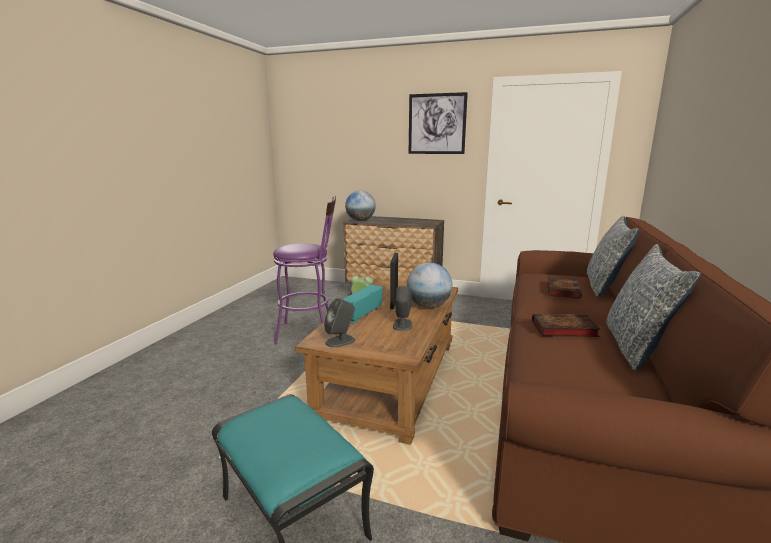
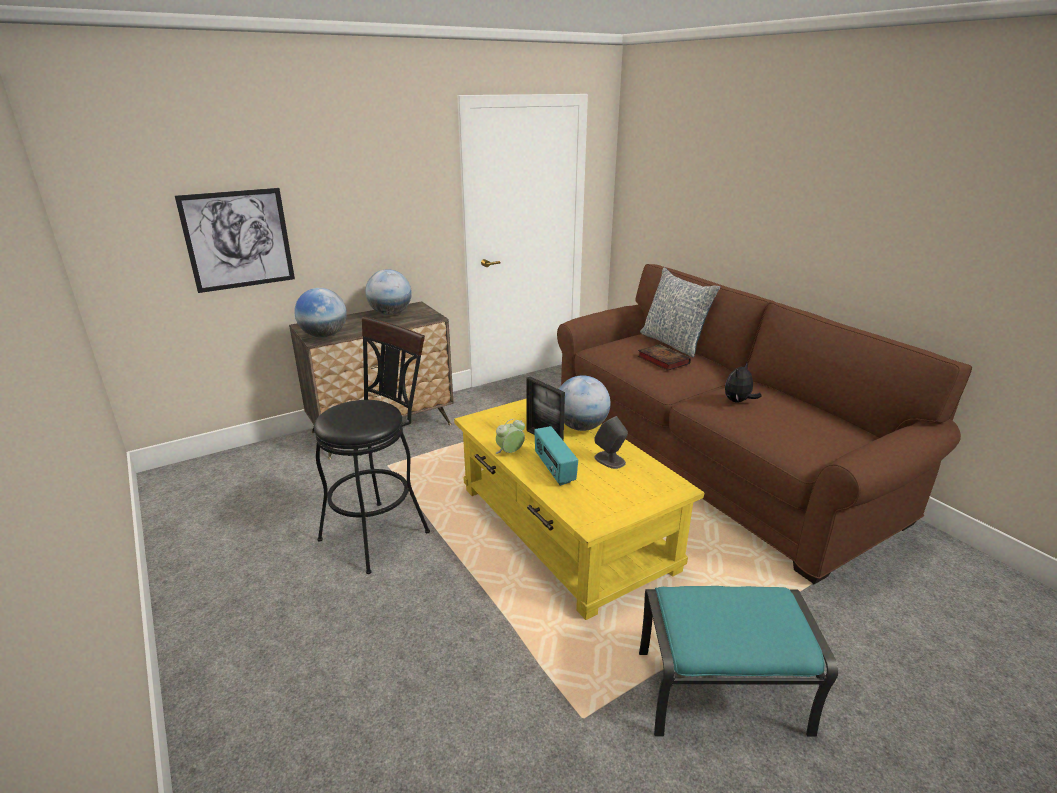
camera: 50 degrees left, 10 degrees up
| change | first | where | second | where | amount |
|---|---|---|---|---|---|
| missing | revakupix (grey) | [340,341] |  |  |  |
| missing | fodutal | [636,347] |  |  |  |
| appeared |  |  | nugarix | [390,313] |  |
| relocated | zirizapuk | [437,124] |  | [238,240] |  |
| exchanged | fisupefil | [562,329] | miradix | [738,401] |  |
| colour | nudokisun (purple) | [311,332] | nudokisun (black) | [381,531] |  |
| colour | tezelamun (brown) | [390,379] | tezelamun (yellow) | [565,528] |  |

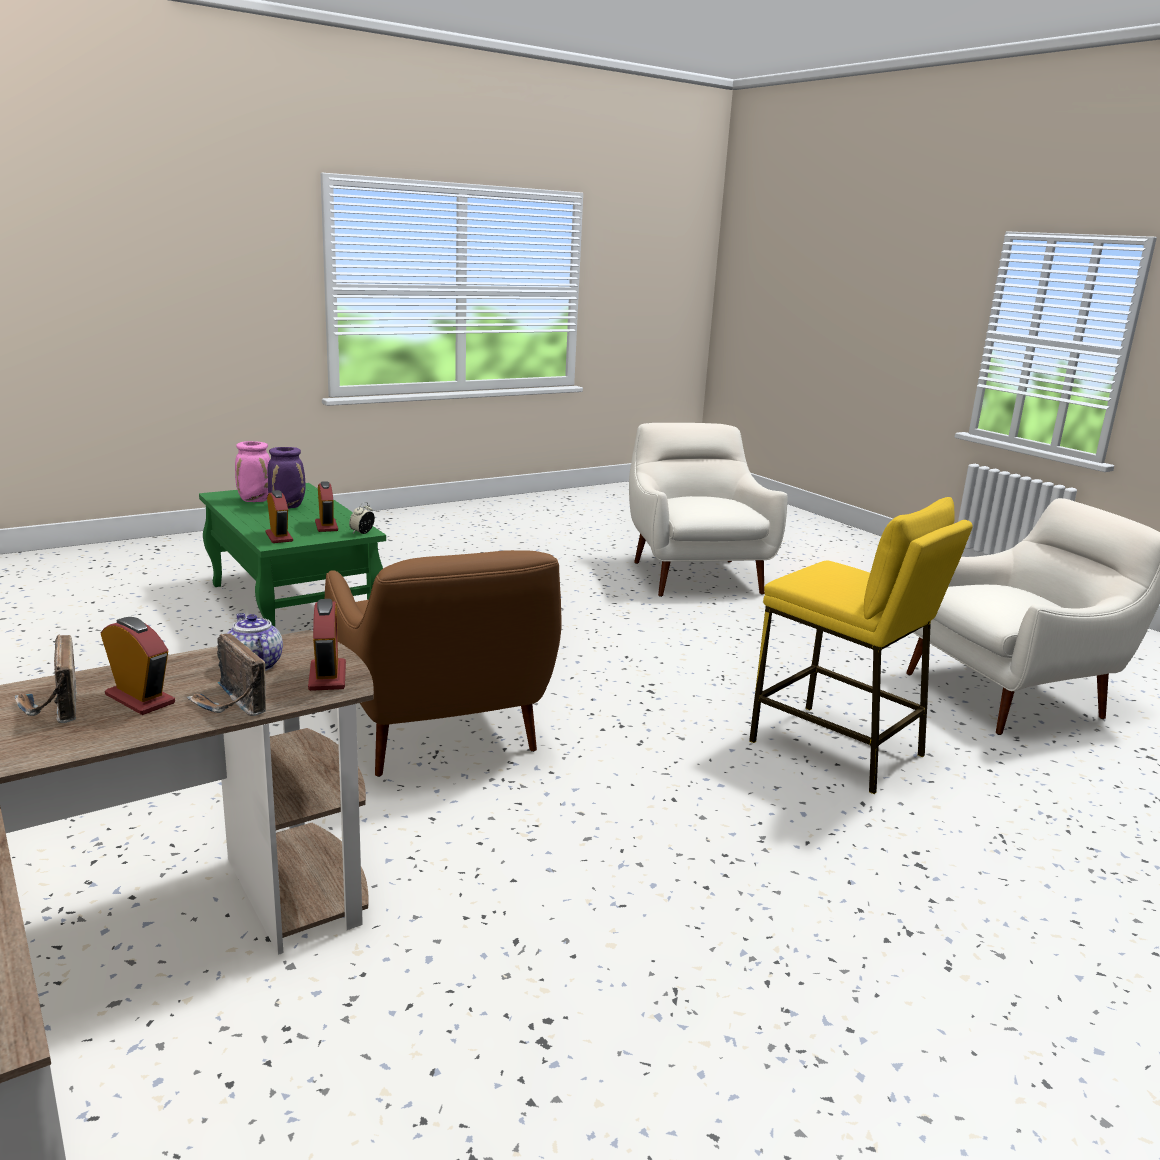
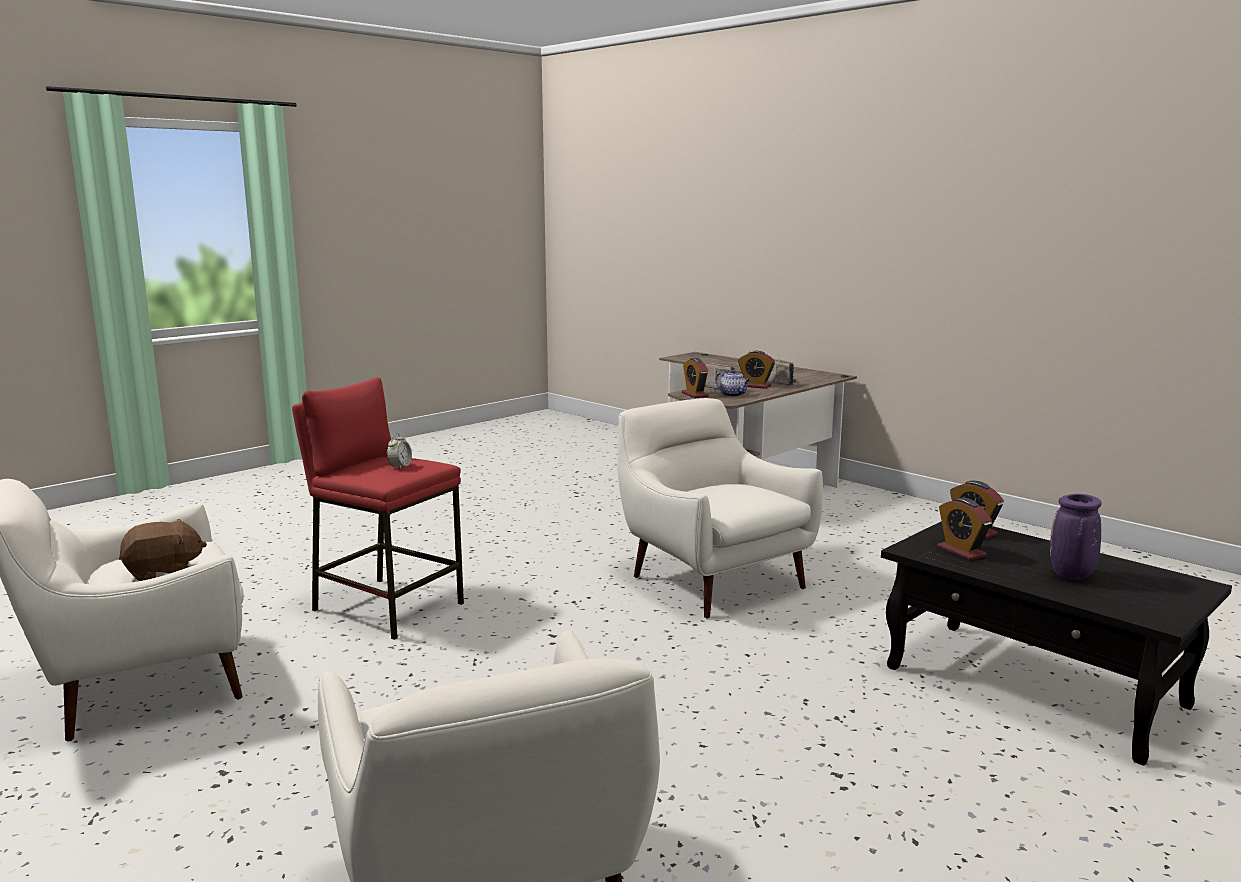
camera: 170 degrees right, 5 degrees down
| change | first | where | second | where | amount |
|---|---|---|---|---|---|
| missing | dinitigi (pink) | [256,500] |  |  |  |
| appeared |  |  | miradix (brown) | [164,573] |  |
| relocated | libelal | [362,532] |  | [400,466] |  |
| colour | tezelamun (green) | [291,606] | tezelamun (black) | [1036,687] |  |
| colour | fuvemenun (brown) | [441,733] | fuvemenun (white) | [712,579] |  |
| colour | nudokisun (yellow) | [837,748] | nudokisun (red) | [387,606] |  |

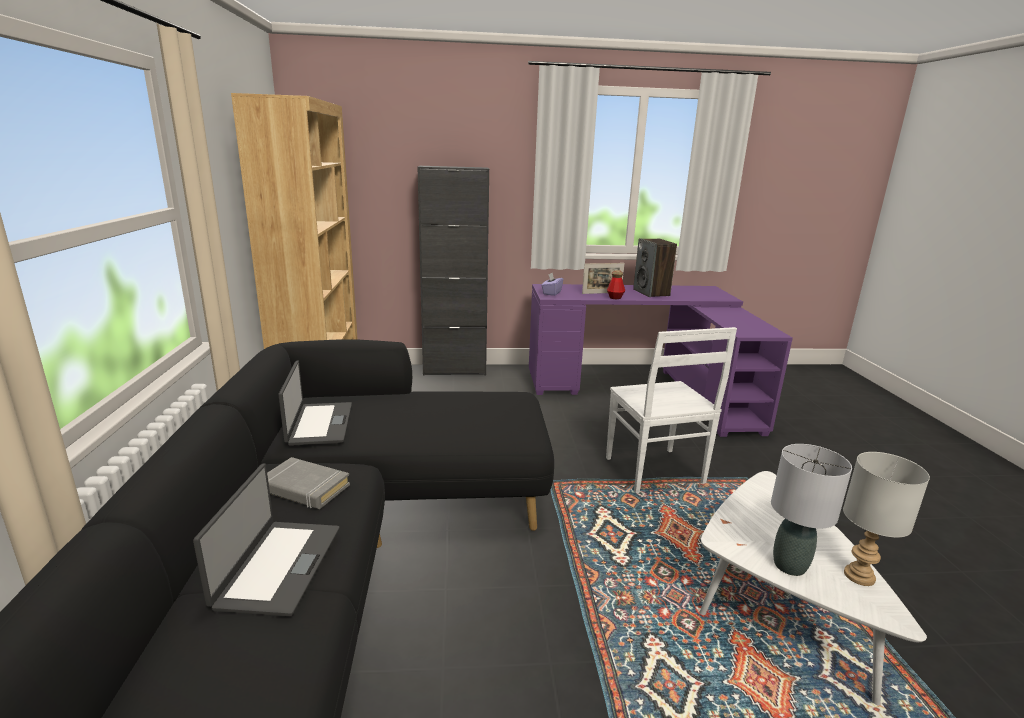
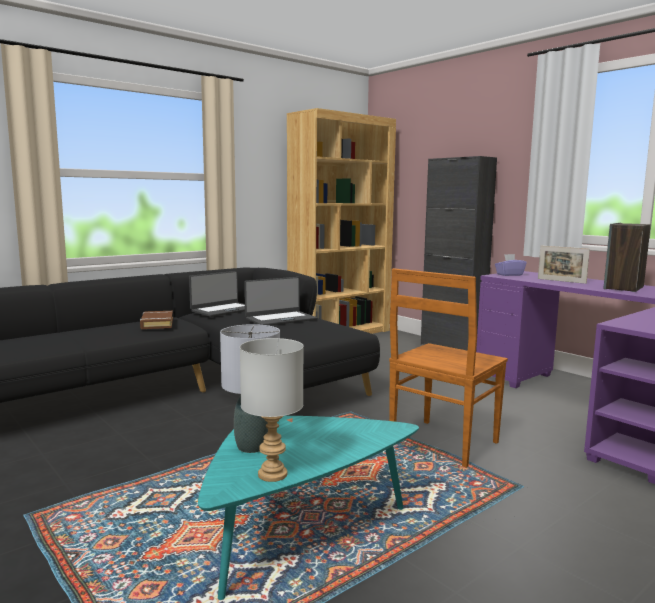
camera: 55 degrees right, 10 degrees down
| change | first | where | second | where | amount |
|---|---|---|---|---|---|
| missing | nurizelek | [615,297] |  |  |  |
| relocated | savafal | [277,566] |  | [280,319] |  |
| colour | fisupefil (grey) | [304,488] | fisupefil (brown) | [157,323] |  |
| colour | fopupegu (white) | [655,472] | fopupegu (brown) | [442,444] |  |
| colour | tezelamun (white) | [773,610] | tezelamun (turquoise) | [299,531] |  |

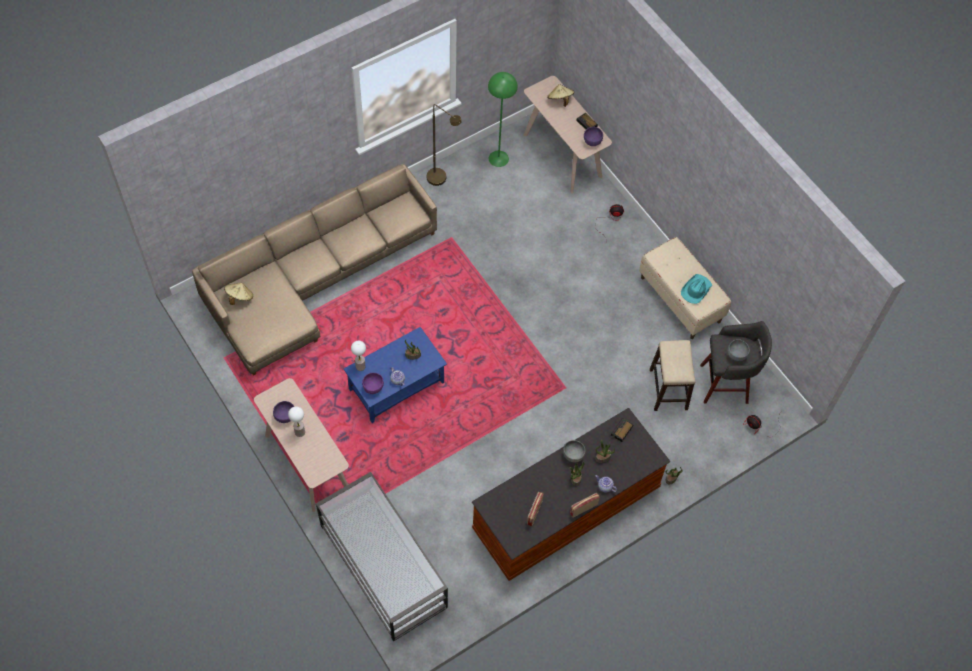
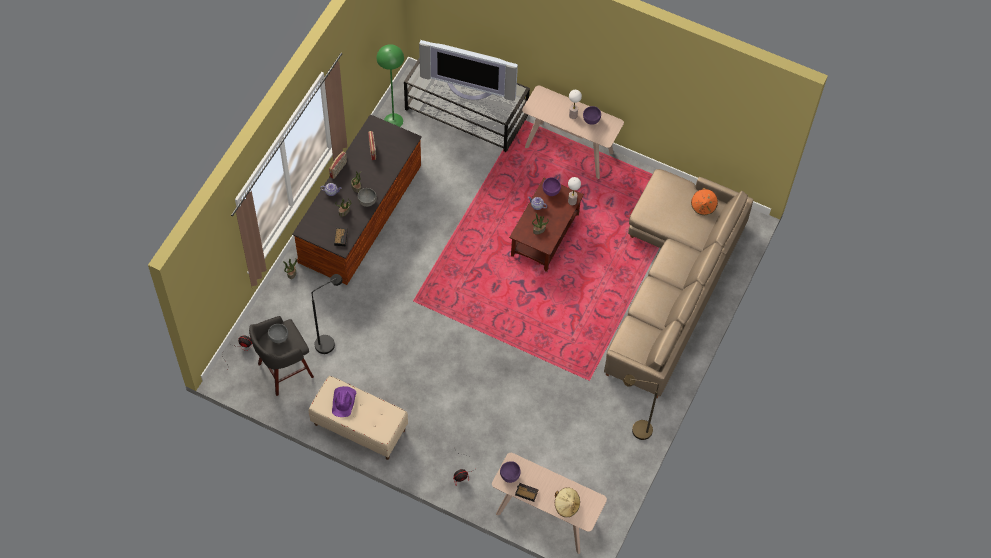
camera: 150 degrees right, 0 degrees up
| change | first | where | second | where | amount |
|---|---|---|---|---|---|
| appeared |  |  | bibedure | [470,86] |  |
| relocated | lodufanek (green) | [498,158] |  | [393,121] |  |
| exchanged | nudokisun | [668,390] | lodufanek (black) | [329,341] |  |
| colour | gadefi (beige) | [239,297] | gadefi (orange) | [703,206] |  |
| colour | tezelamun (blue) | [397,385] | tezelamun (brown) | [545,235] |  |
| colour | gadefi (turquoise) | [696,290] | gadefi (purple) | [344,402] |  |

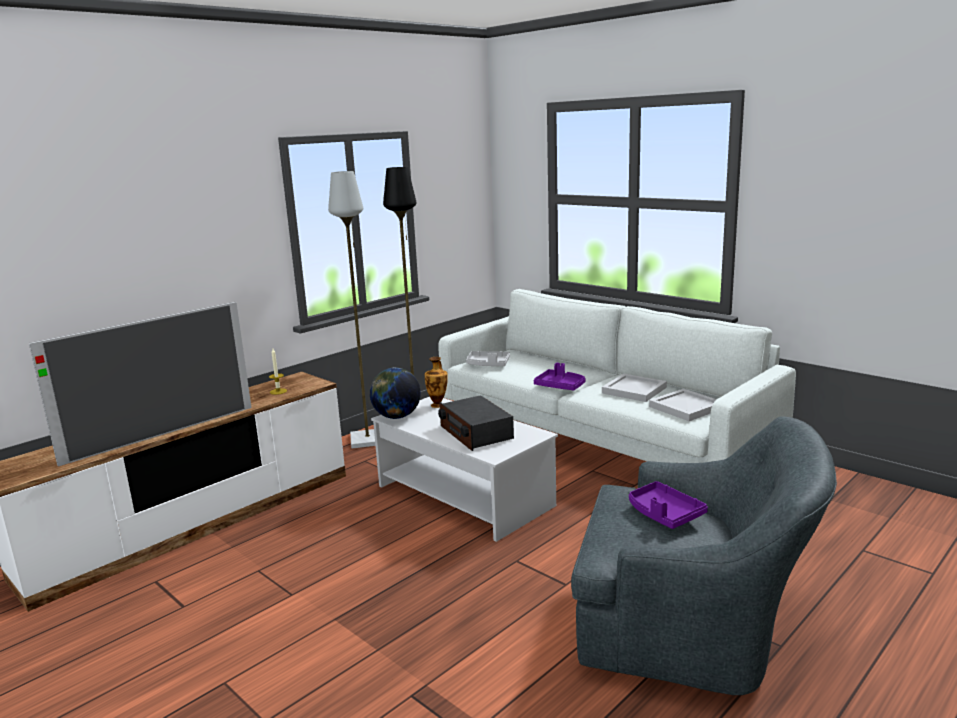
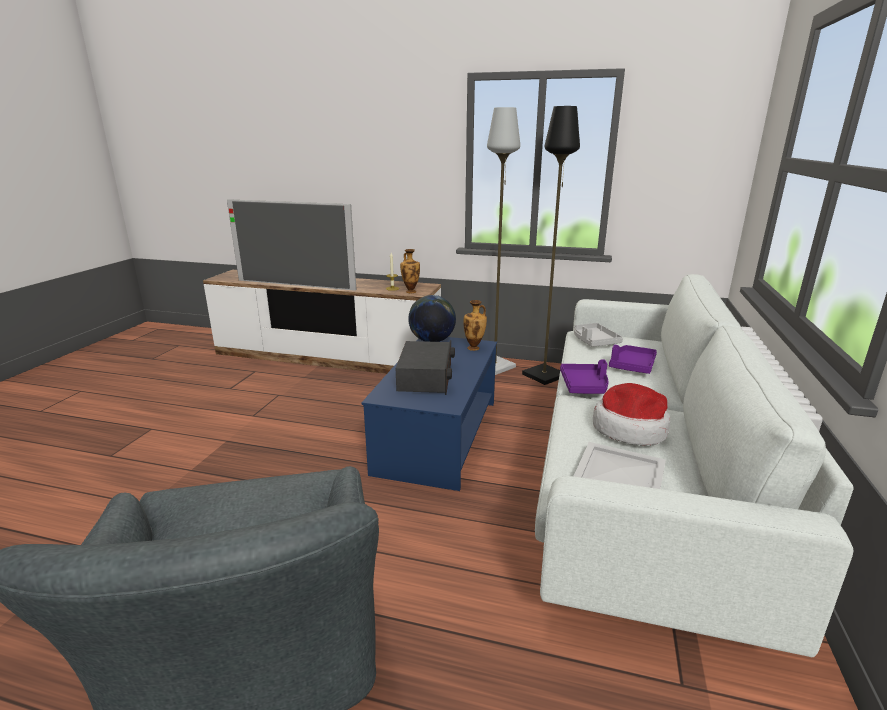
camera: 60 degrees right, 5 degrees up
| change | first | where | second | where | amount |
|---|---|---|---|---|---|
| appeared |  |  | dinitigi | [410,291] |  |
| relocated | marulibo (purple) | [664,514] |  | [632,366] |  |
| exchanged | marulibo (white) | [633,390] | gadefi | [630,429] |  |
| colour | tezelamun (white) | [465,496] | tezelamun (blue) | [438,436] |  |
| spun | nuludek | [475,433] |  | [426,377] | 150 degrees clockwise |

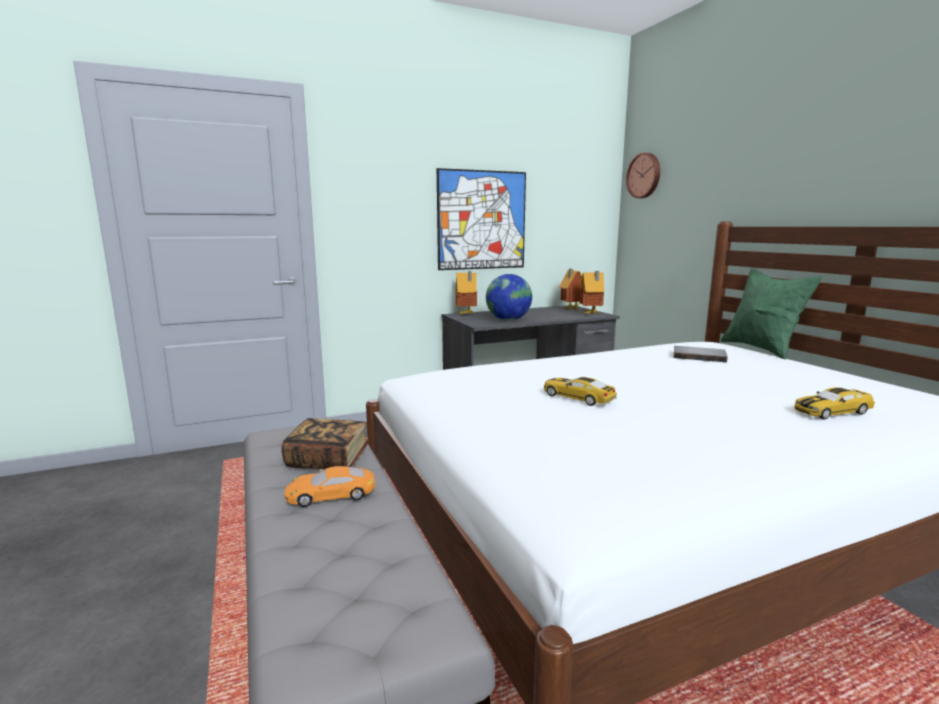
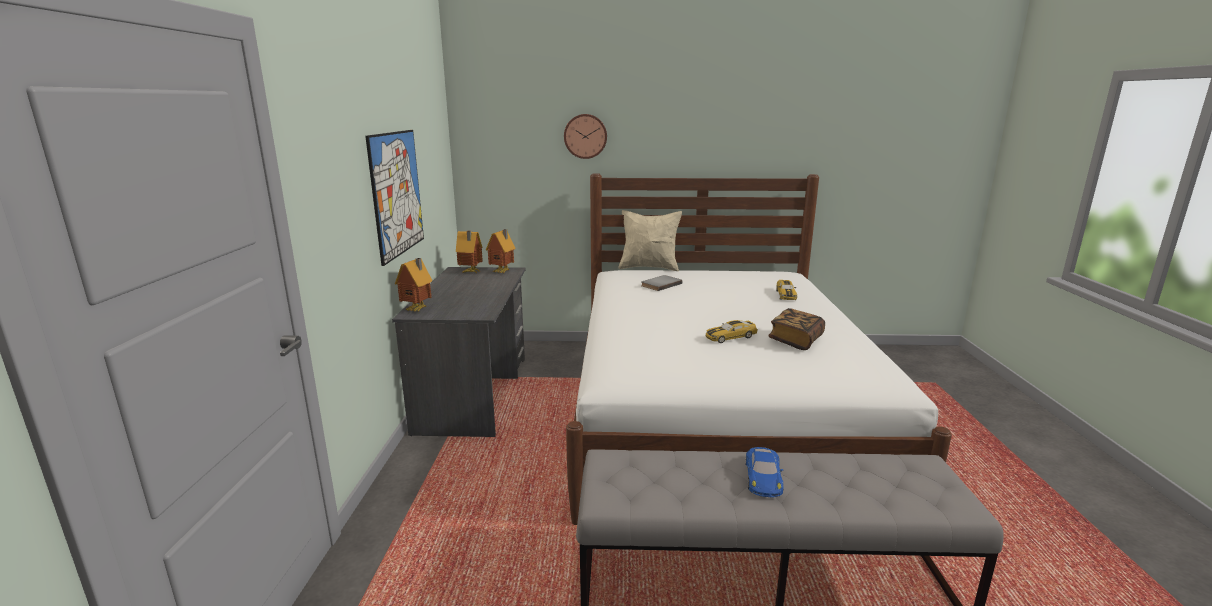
camera: 65 degrees left, 5 degrees up
| change | first | where | second | where | amount |
|---|---|---|---|---|---|
| missing | nugarix | [508,320] |  |  |  |
| relocated | fisupefil | [328,460] |  | [795,340] |  |
| relocated | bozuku | [644,175] |  | [585,136] |  |
| colour | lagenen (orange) | [331,494] | lagenen (blue) | [763,477] |  |
| colour | fodutal (green) | [761,349] | fodutal (beige) | [649,267] |  |

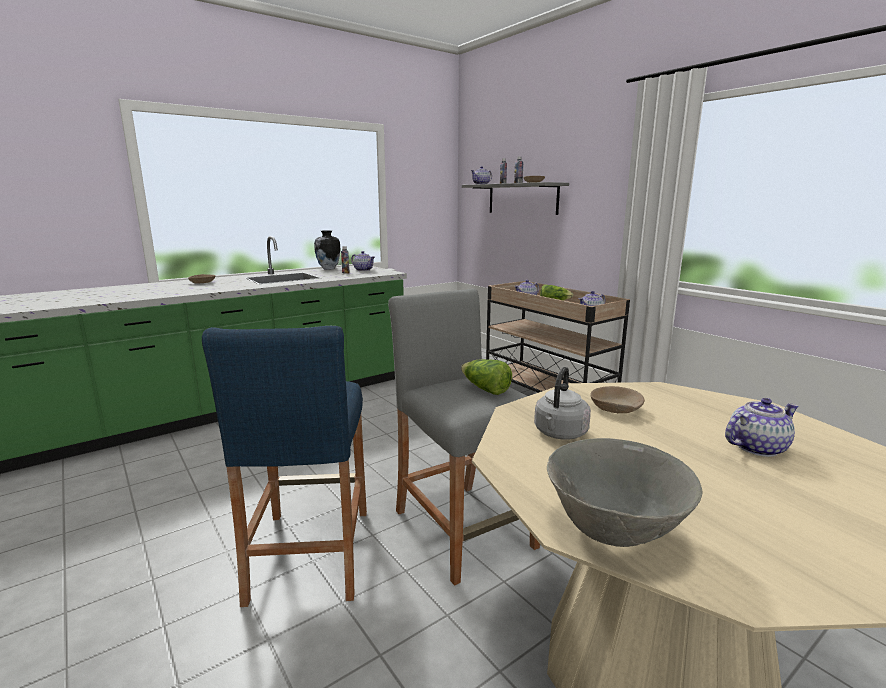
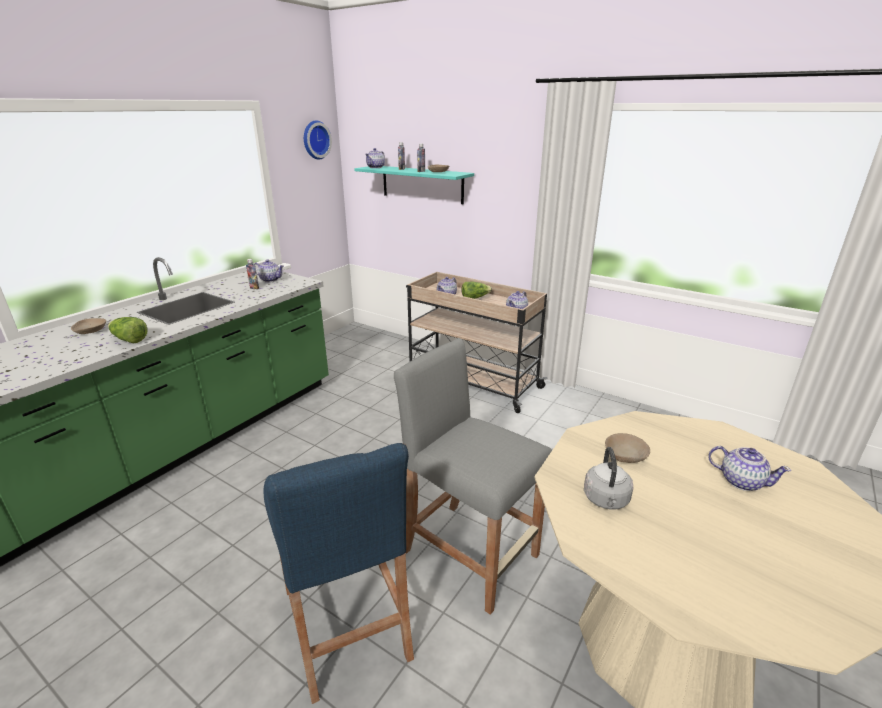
camera: 20 degrees left, 10 degrees up
| change | first | where | second | where | amount |
|---|---|---|---|---|---|
| missing | dinitigi | [328,269] |  |  |  |
| missing | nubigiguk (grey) | [614,531] |  |  |  |
| appeared |  |  | bozuku | [315,140] |  |
| relocated | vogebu | [485,389] |  | [129,340] |  |
| colour | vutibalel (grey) | [522,199] | vutibalel (turquoise) | [422,184] |  |
| spun | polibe | [756,447] |  | [741,481] | 75 degrees clockwise |

